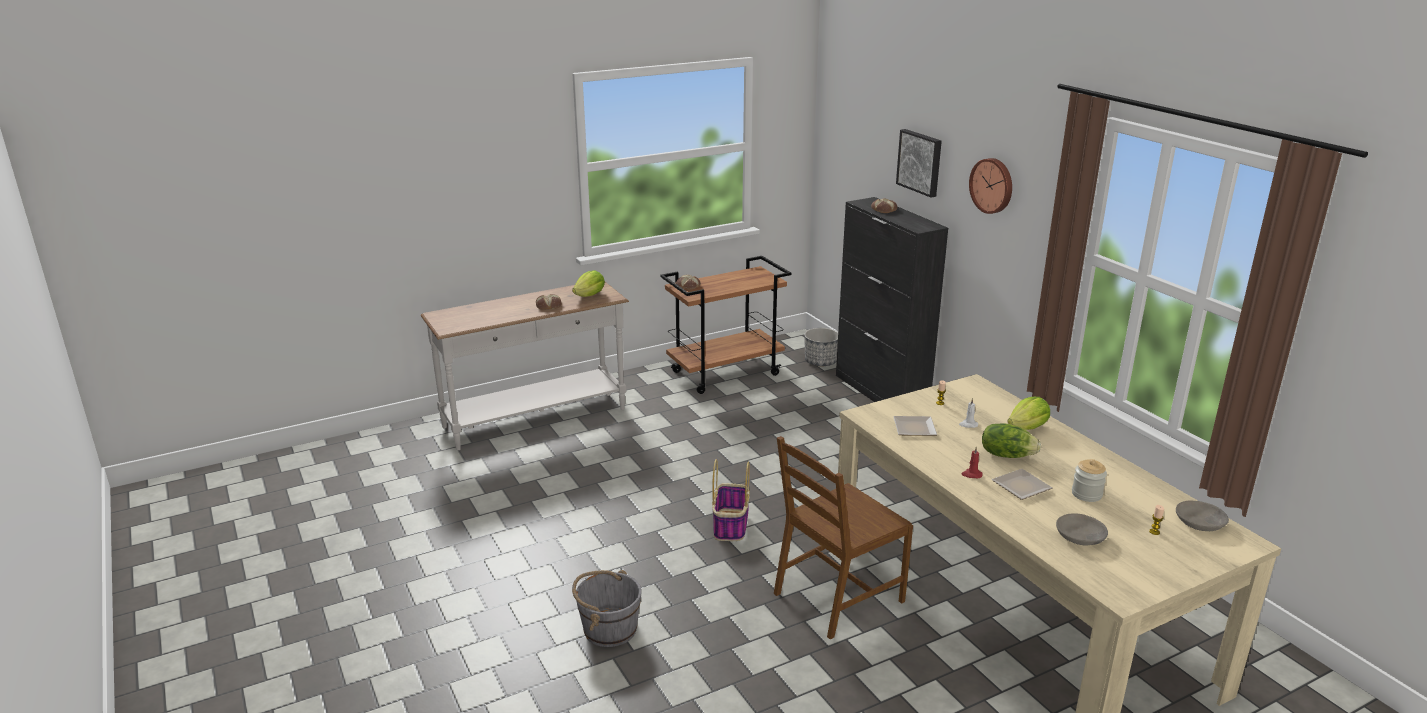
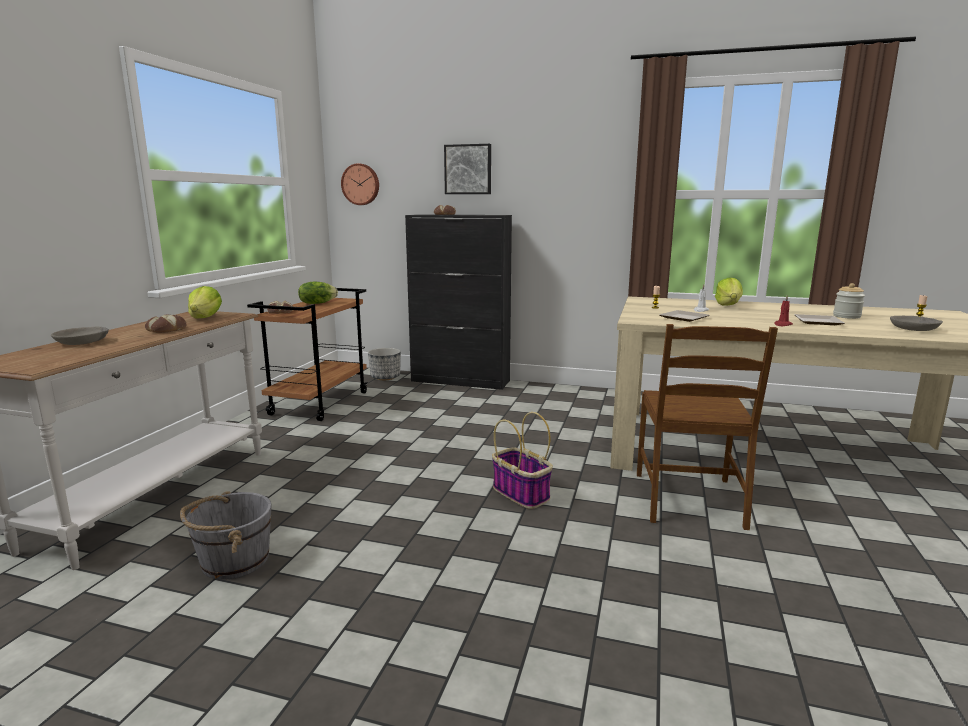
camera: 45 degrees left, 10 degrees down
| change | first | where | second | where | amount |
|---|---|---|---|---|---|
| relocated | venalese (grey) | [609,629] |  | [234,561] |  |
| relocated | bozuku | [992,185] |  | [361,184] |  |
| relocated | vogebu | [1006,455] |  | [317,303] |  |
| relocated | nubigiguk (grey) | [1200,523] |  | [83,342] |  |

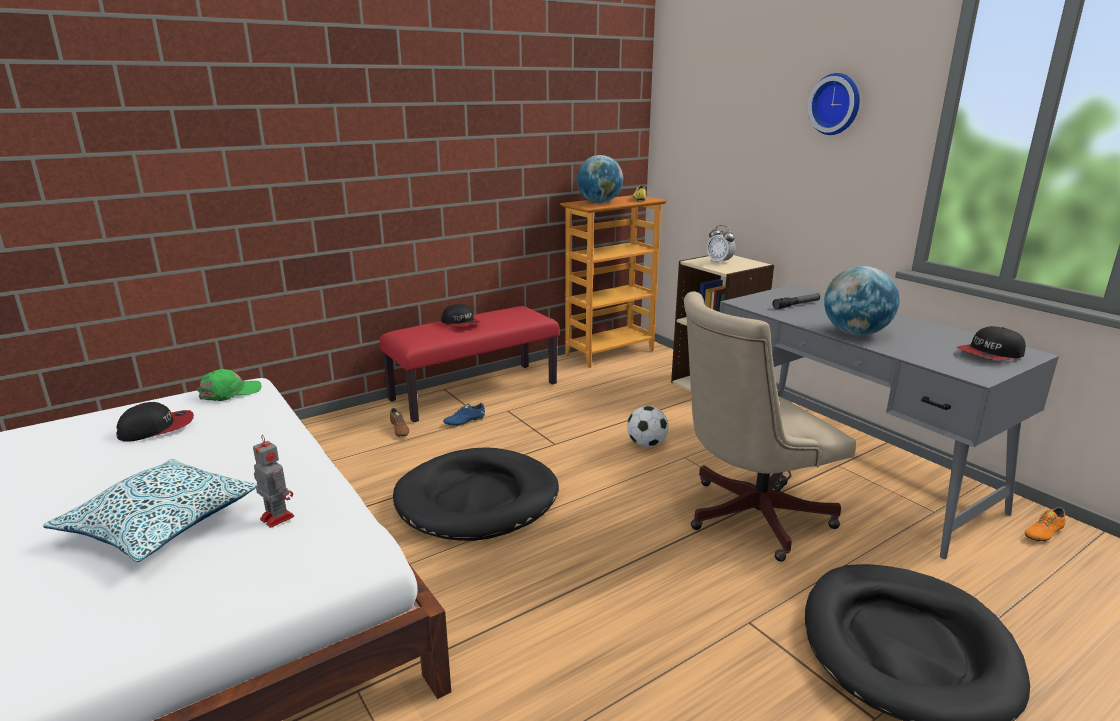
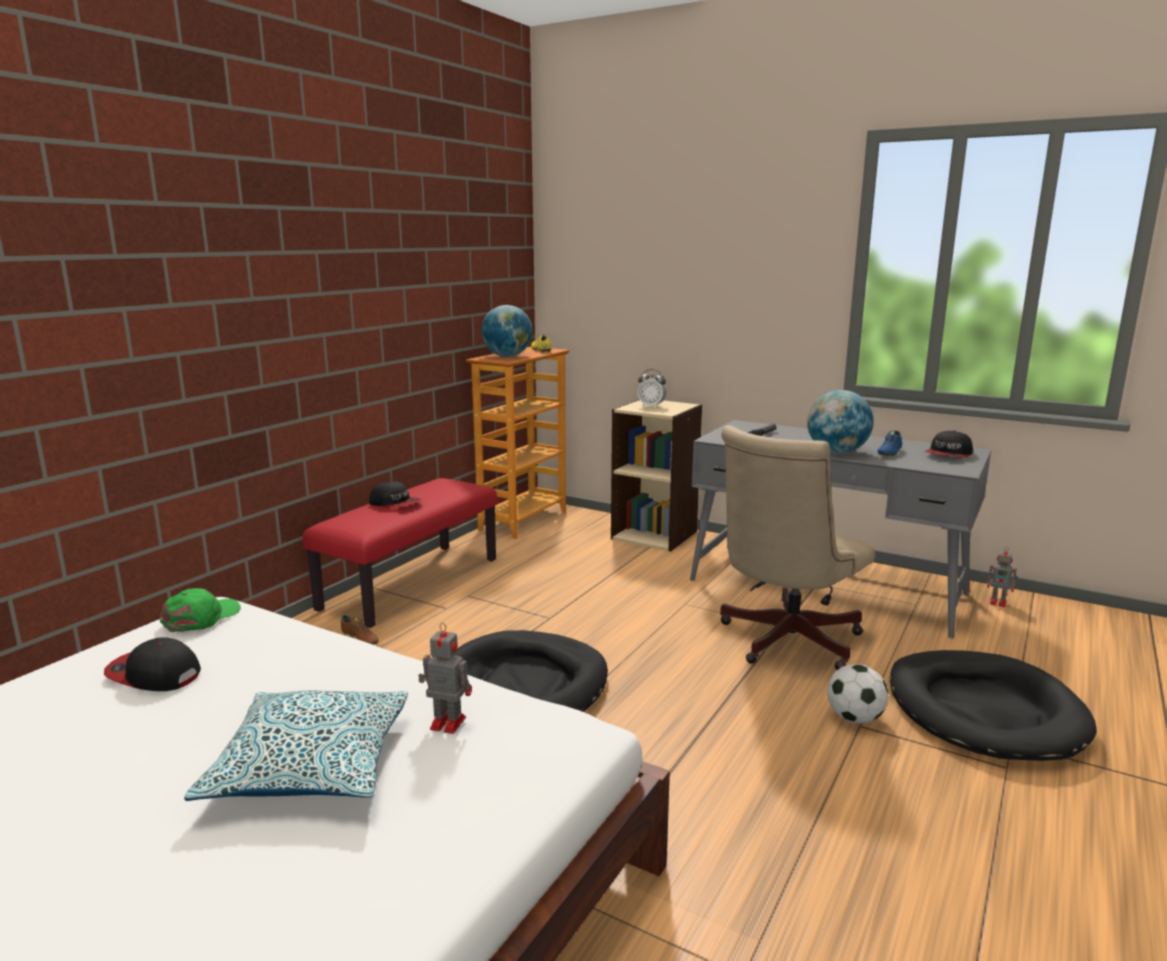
camera: 25 degrees left, 5 degrees down
| change | first | where | second | where | amount |
|---|---|---|---|---|---|
| missing | bozuku | [836,104] |  |  |  |
| relocated | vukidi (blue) | [464,421] |  | [889,453] |  |
| relocated | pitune | [647,444] |  | [854,718] |  |
| exchanged | vukidi (orange) | [1043,533] | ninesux | [999,603] |  |
| spun | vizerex | [157,428] |  | [153,674] | 105 degrees counterclockwise |

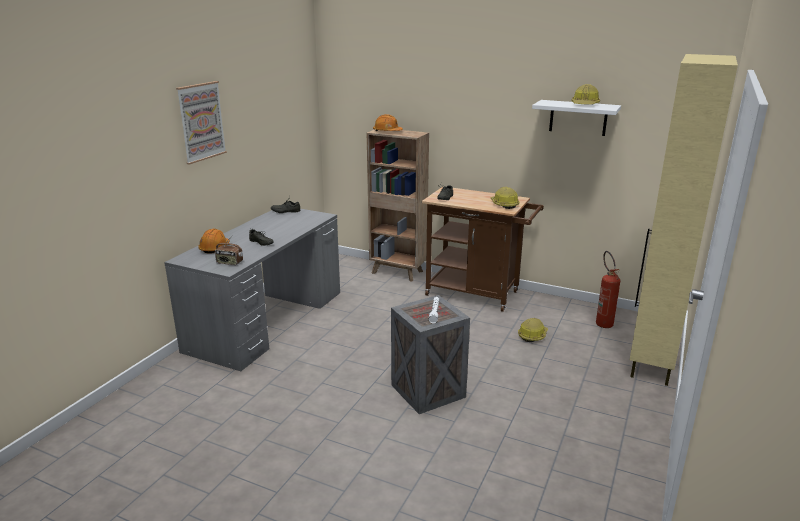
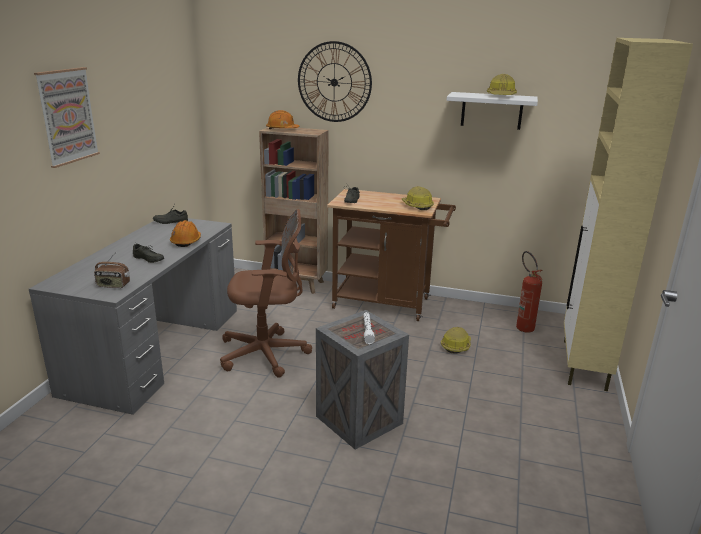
camera: 10 degrees left, 0 degrees up
| change | first | where | second | where | amount |
|---|---|---|---|---|---|
| appeared |  |  | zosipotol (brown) | [268,354] |  |
| appeared |  |  | bozuku | [334,82] |  |
| relocated | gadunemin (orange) | [214,248] |  | [186,241] |  |

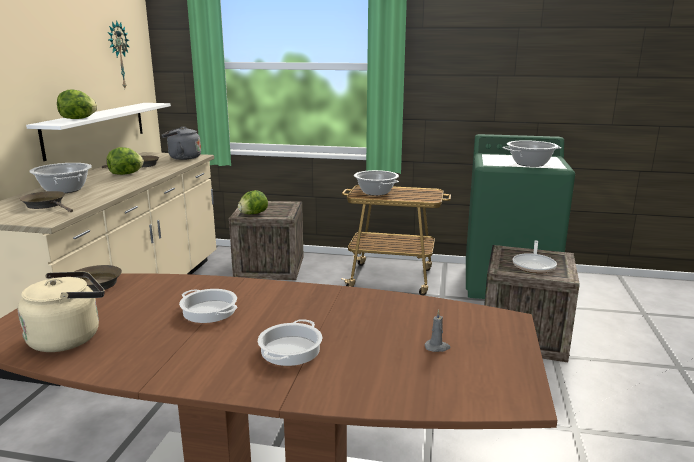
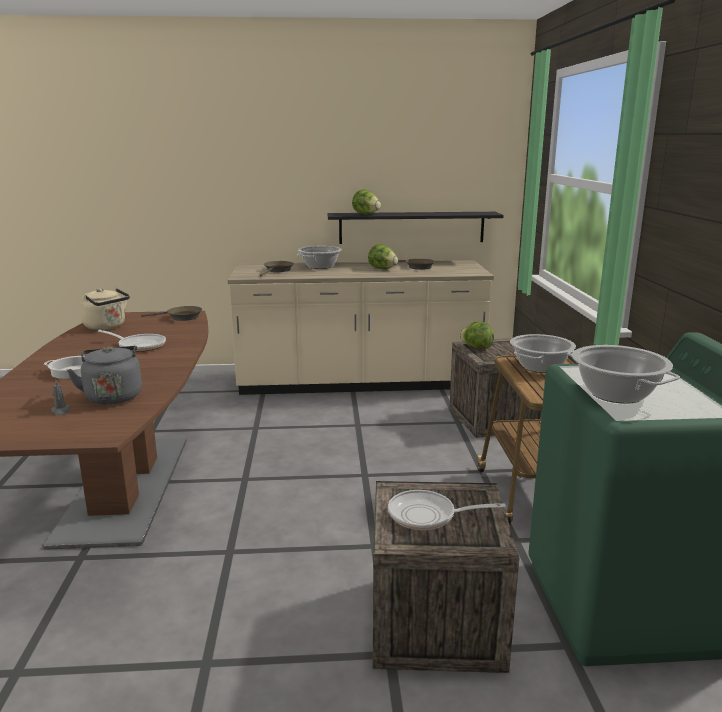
camera: 75 degrees right, 0 degrees up
| change | first | where | second | where | amount |
|---|---|---|---|---|---|
| missing | bozuku | [118,55] |  |  |  |
| relocated | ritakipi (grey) | [182,158] |  | [113,396] |  |
| exchanged | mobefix | [208,311] | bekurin | [139,346] |  |
| colour | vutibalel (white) | [96,128] | vutibalel (black) | [411,227] |  |

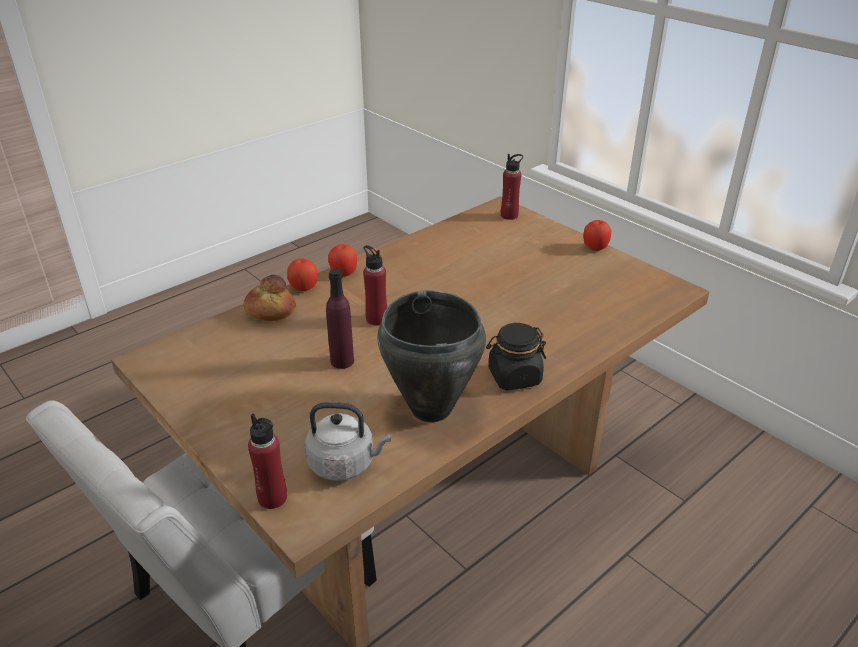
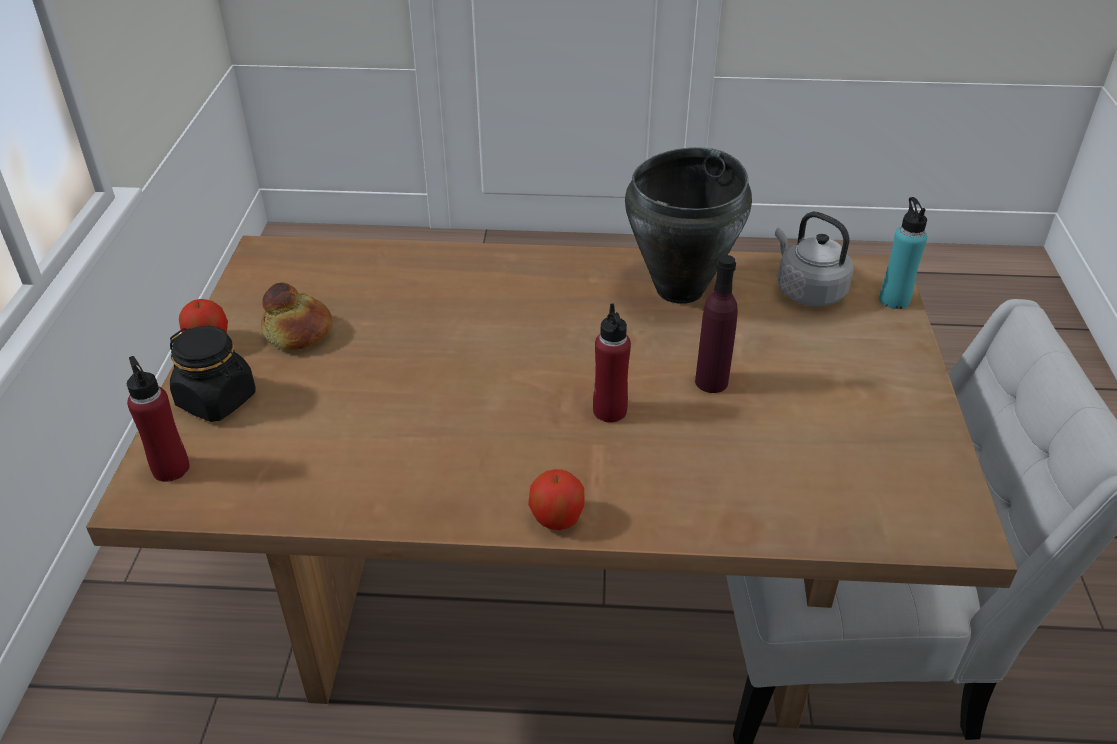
camera: 135 degrees left, 5 degrees up
| change | first | where | second | where | amount |
|---|---|---|---|---|---|
| missing | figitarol | [304,288] |  |  |  |
| relocated | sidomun | [270,310] |  | [298,333] |  |
| relocated | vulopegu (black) | [514,377] |  | [217,400] |  |
| colour | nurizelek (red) | [272,498] | nurizelek (turquoise) | [894,300] |  |

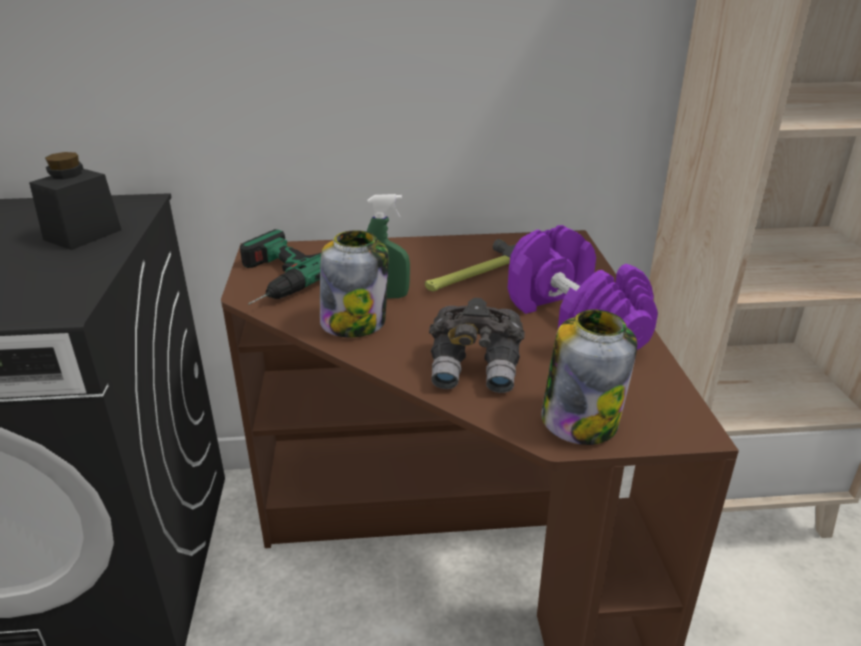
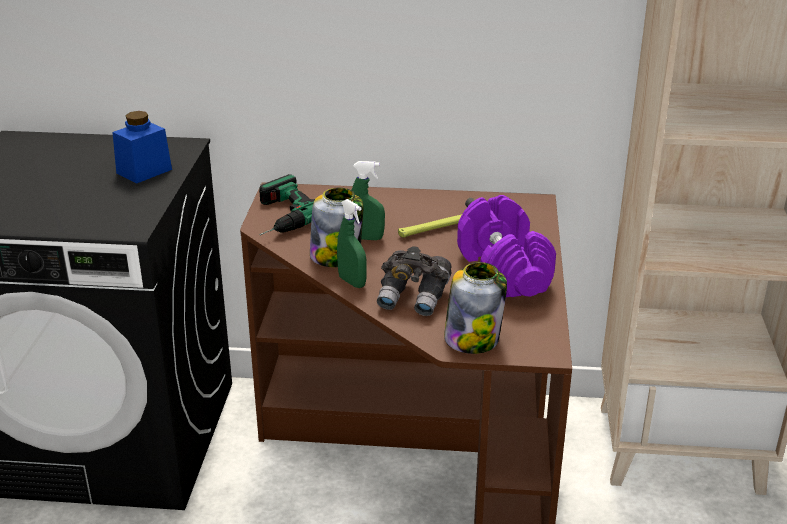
camera: 10 degrees right, 0 degrees up
| change | first | where | second | where | amount |
|---|---|---|---|---|---|
| appeared |  |  | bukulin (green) | [352,282] |  |
| colour | vulopegu (black) | [83,235] | vulopegu (blue) | [144,171] |  |

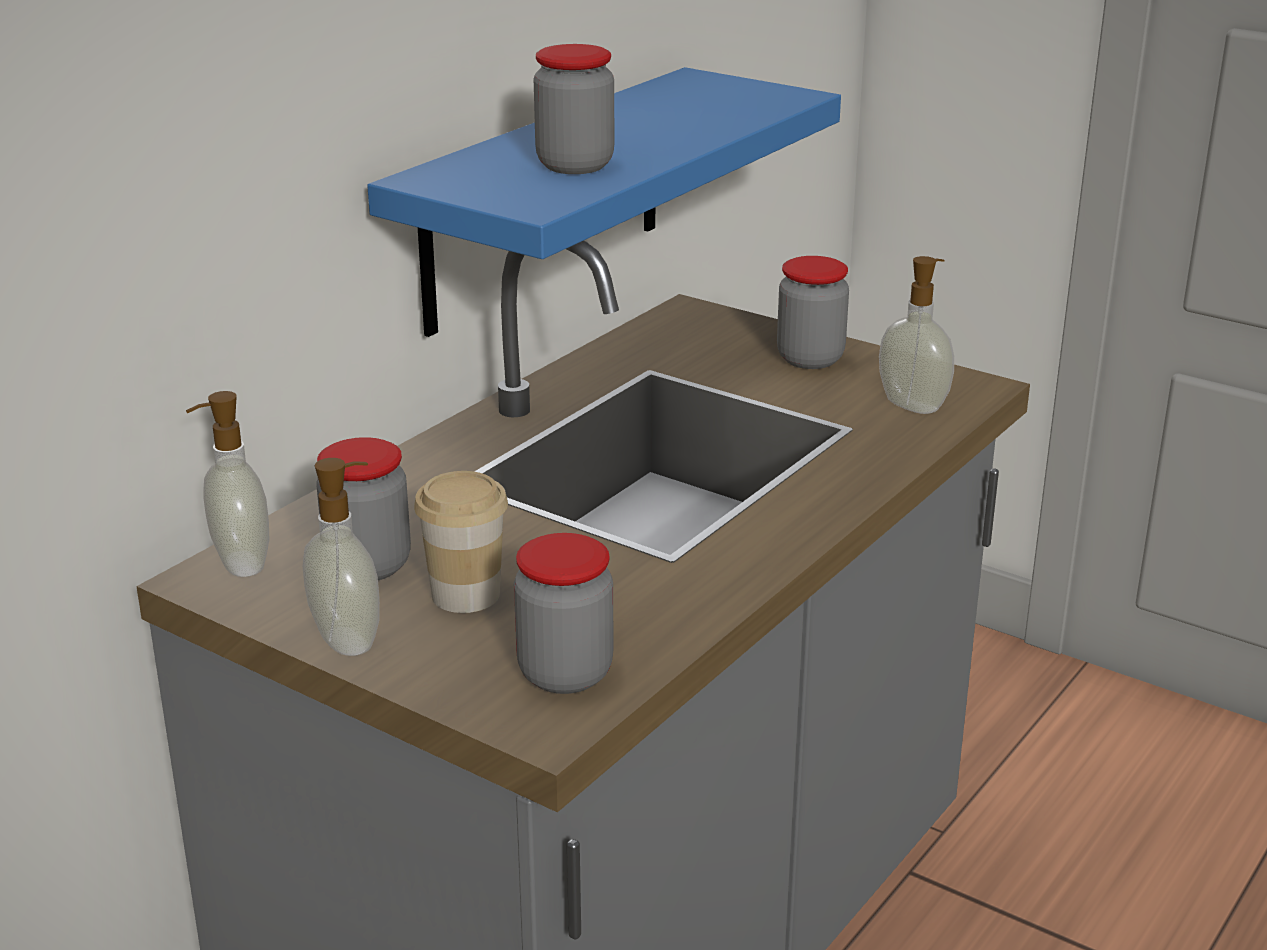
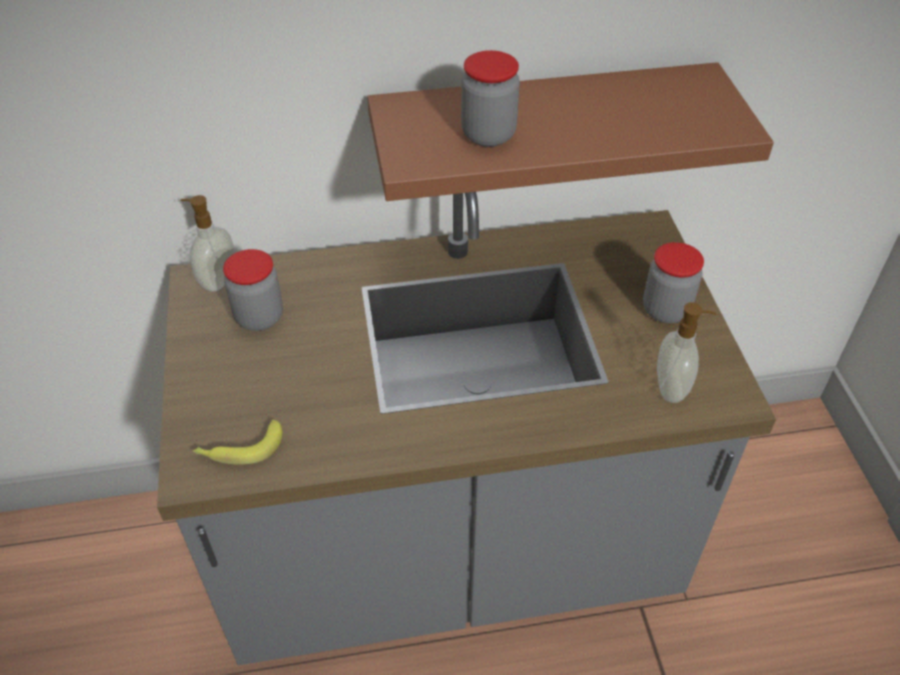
camera: 45 degrees right, 20 degrees up
| change | first | where | second | where | amount |
|---|---|---|---|---|---|
| missing | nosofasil | [349,639] |  |  |  |
| missing | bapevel | [465,594] |  |  |  |
| exchanged | vulopegu | [565,673] | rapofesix | [239,449] |  |
| colour | vutibalel (blue) | [544,199] | vutibalel (brown) | [542,128] |  |

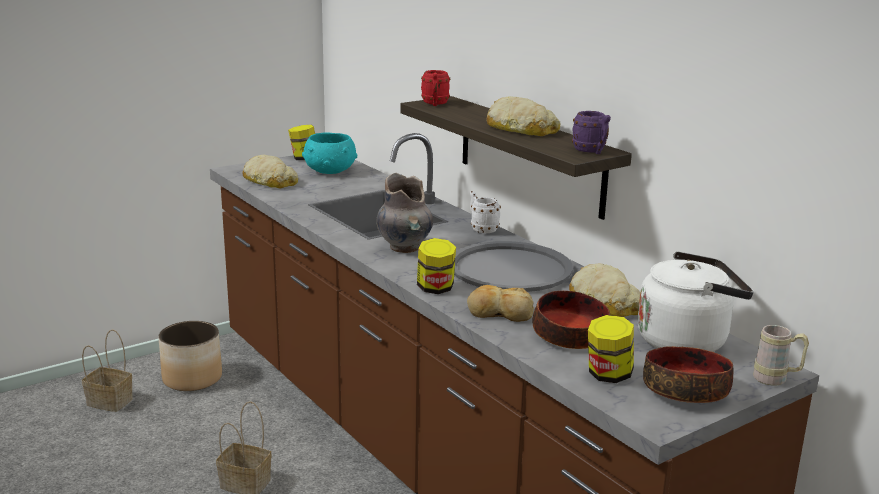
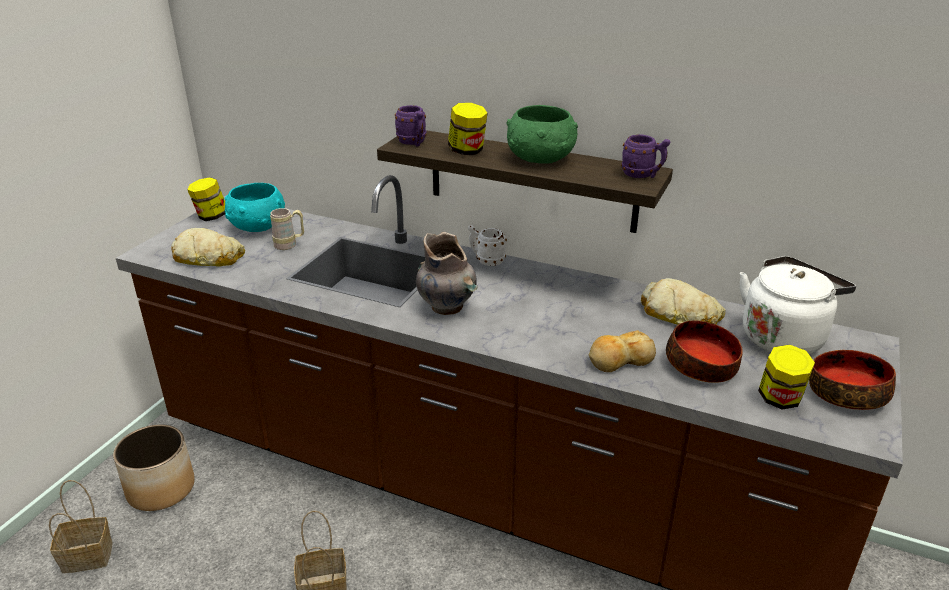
camera: 30 degrees left, 10 degrees up
| change | first | where | second | where | amount |
|---|---|---|---|---|---|
| missing | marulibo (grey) | [510,268] |  |  |  |
| relocated | vulopegu | [435,289] |  | [467,151] |  |
| relocated | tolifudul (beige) | [776,380] |  | [290,245] |  |
| exchanged | sidomun | [521,128] | nubigiguk (green) | [540,159] |  |
| colour | tolifudul (red) | [435,104] | tolifudul (purple) | [413,143] |  |

